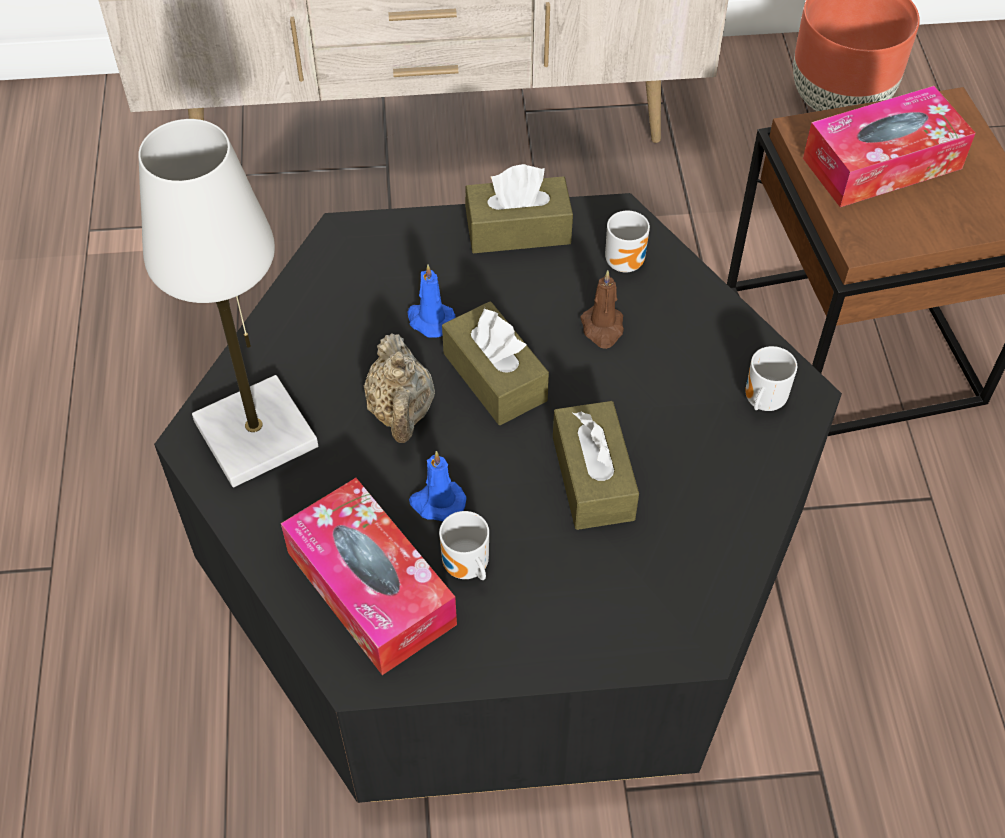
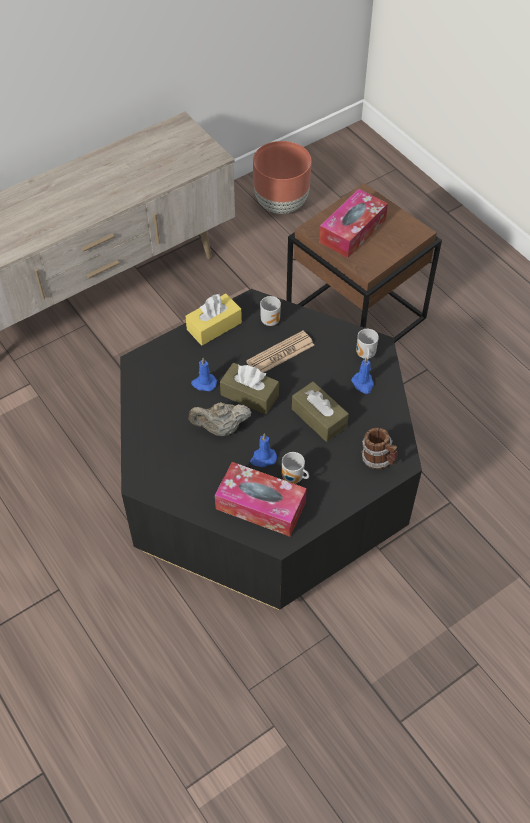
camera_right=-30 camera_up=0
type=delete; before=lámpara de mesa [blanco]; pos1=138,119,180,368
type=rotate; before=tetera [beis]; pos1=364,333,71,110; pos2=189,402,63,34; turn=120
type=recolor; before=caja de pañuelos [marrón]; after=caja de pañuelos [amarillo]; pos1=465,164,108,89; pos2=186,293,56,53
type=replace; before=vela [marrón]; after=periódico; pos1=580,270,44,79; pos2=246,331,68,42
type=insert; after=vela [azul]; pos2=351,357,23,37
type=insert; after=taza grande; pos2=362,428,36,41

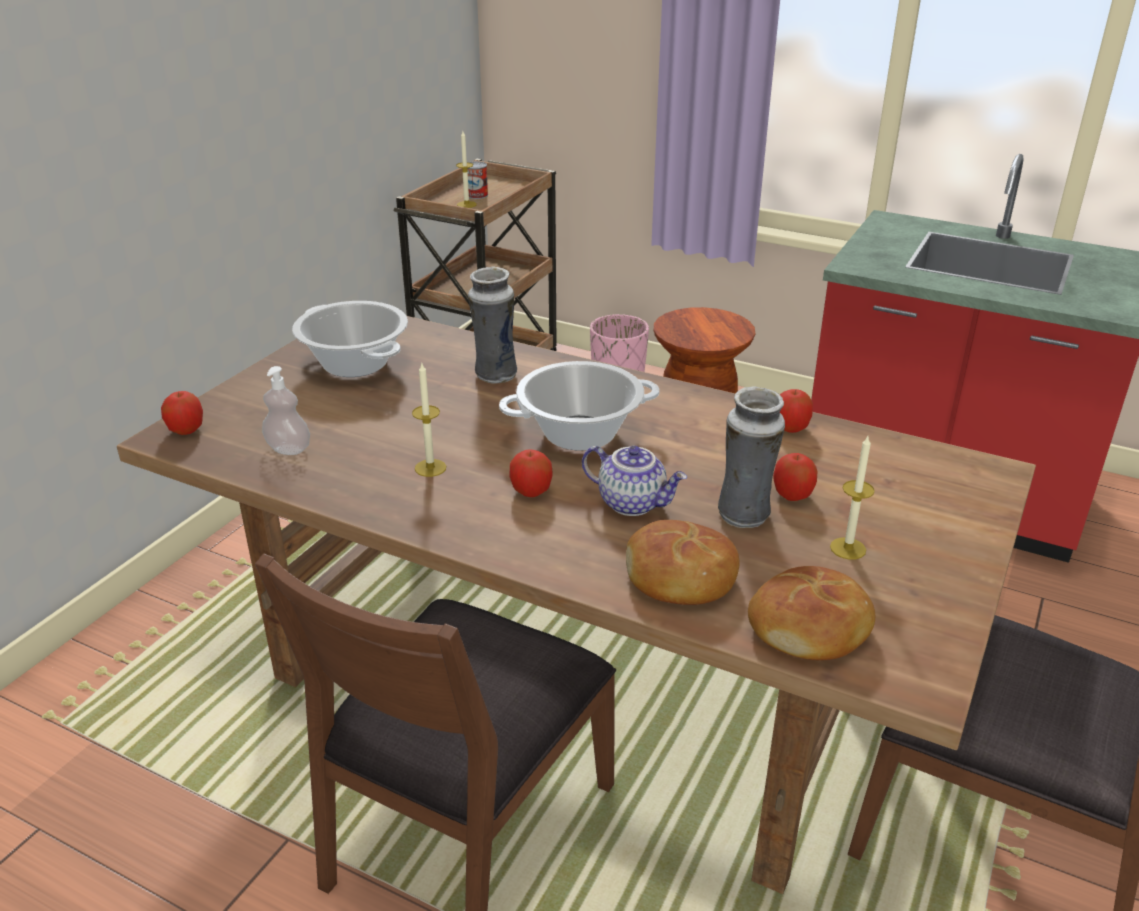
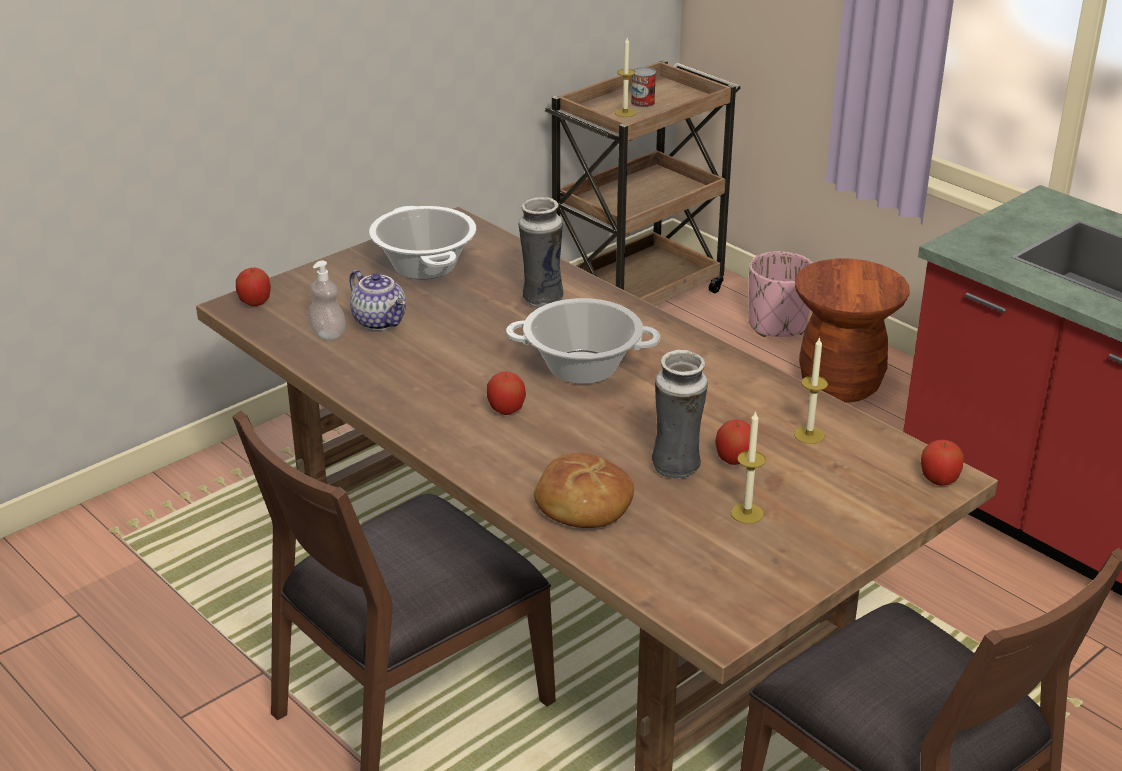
camera_right=20 camera_up=0
type=move; before=vela; pos1=412,364,34,113; pos2=794,337,34,107
type=move; before=tetera; pos1=582,446,105,70; pos2=350,270,56,61
type=delete; before=pan; pos1=748,566,127,94
type=move; before=manzana; pos1=780,389,33,44; pos2=921,440,43,46

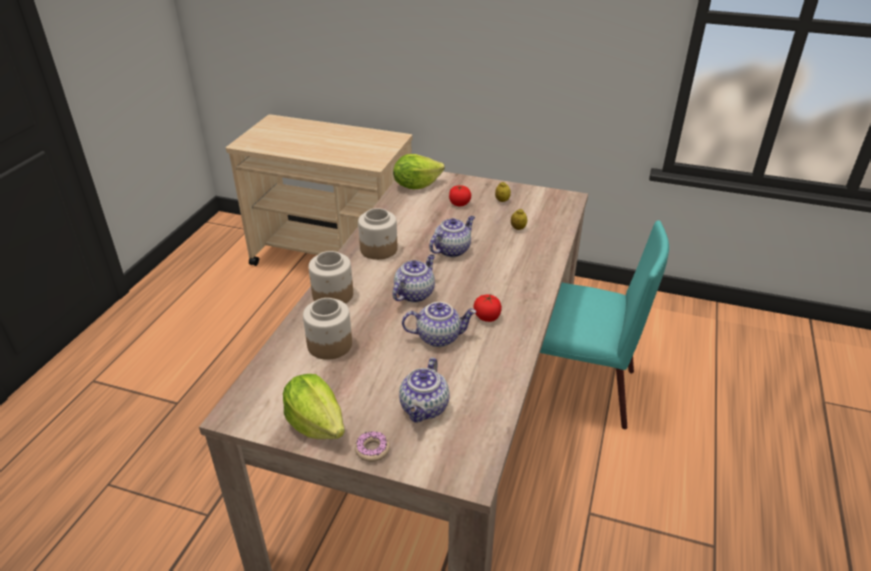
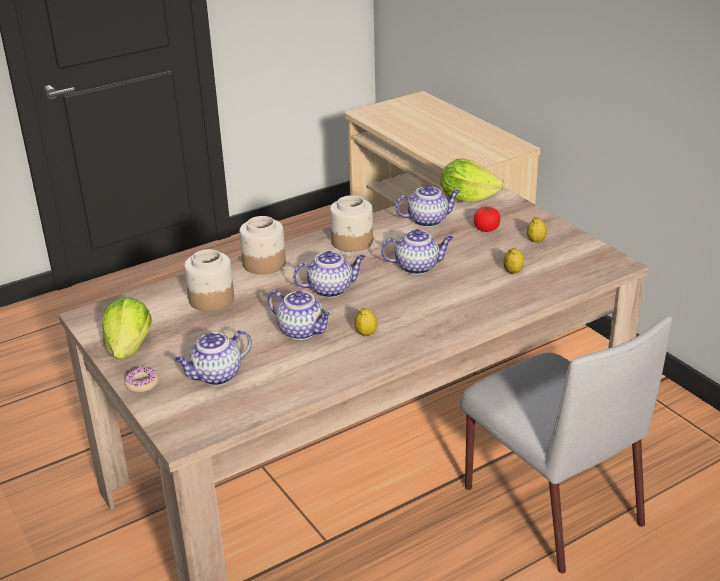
camera_right=40 camera_up=-5
type=replace; before=tomate; after=limón; pos1=474,294,28,28; pos2=355,308,22,28
type=recolor; before=silla [turquesa]; after=silla [gris]; pos1=540,220,129,209; pos2=460,316,212,258
type=insert; after=tetera; pos2=396,185,64,42

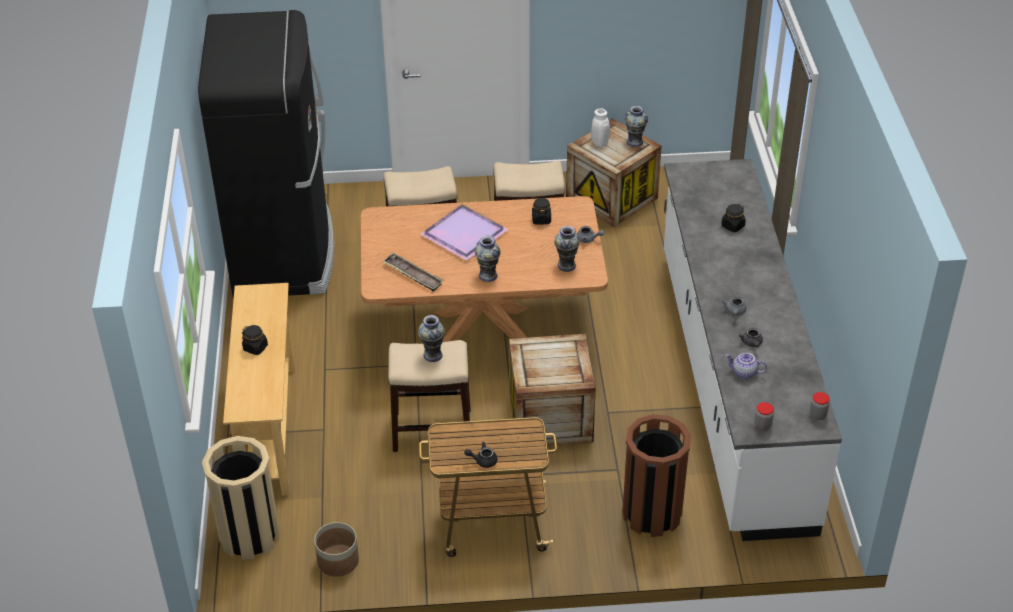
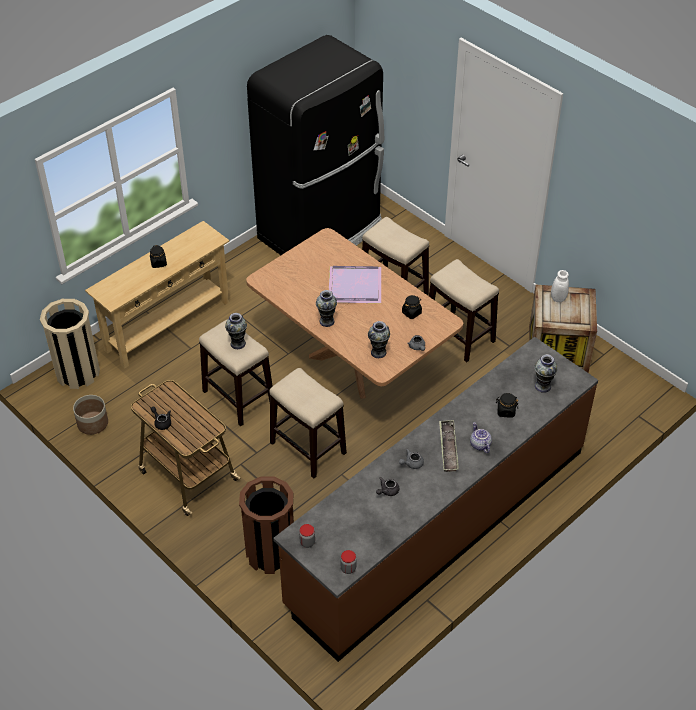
camera_right=50 camera_up=5
type=move; before=bandeja; pos1=382,253,62,39; pos2=439,420,20,52
type=replace; before=caja de embalaje; after=taburete; pos1=509,334,87,112; pos2=269,368,78,111
type=move; before=florero; pos1=625,106,23,41; pos2=534,354,23,39
type=recolor; before=mueble bajo de cocina [blanco]; after=mueble bajo de cocina [marrón]; pos1=664,159,178,382; pos2=273,337,325,325
type=move; before=tetera; pos1=725,353,42,26; pos2=470,422,22,31

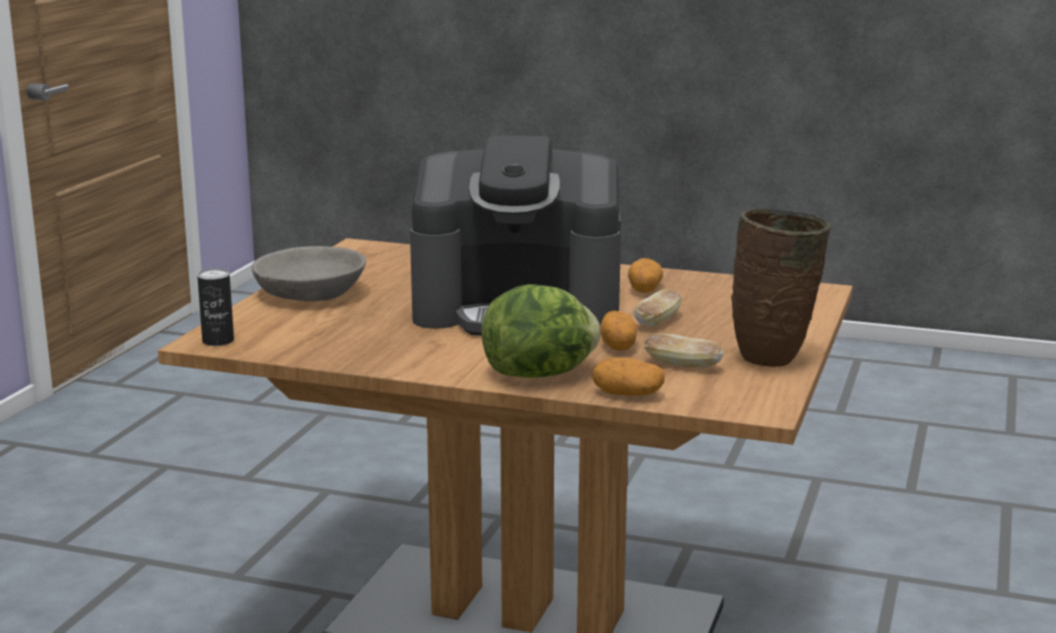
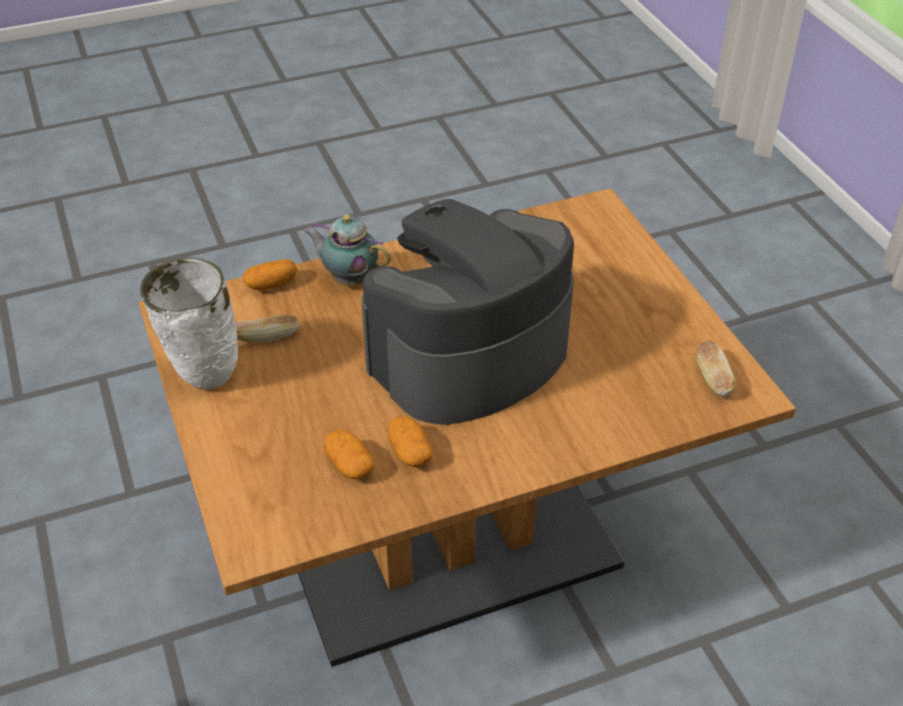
camera_right=140 camera_up=25
type=delete; before=lata; pos1=197,268,37,78
type=delete; before=cuenco [gris]; pos1=251,246,115,55
type=replace; before=lechuga; after=tetera; pos1=481,284,120,94; pos2=304,215,87,71
type=move; before=patata; pos1=600,311,37,40; pos2=324,430,51,50
type=move; before=pan; pos1=634,289,48,38; pos2=696,341,40,55
type=recolor; before=florero [marrón]; after=florero [blanco]; pos1=731,208,100,159; pos2=140,257,98,133

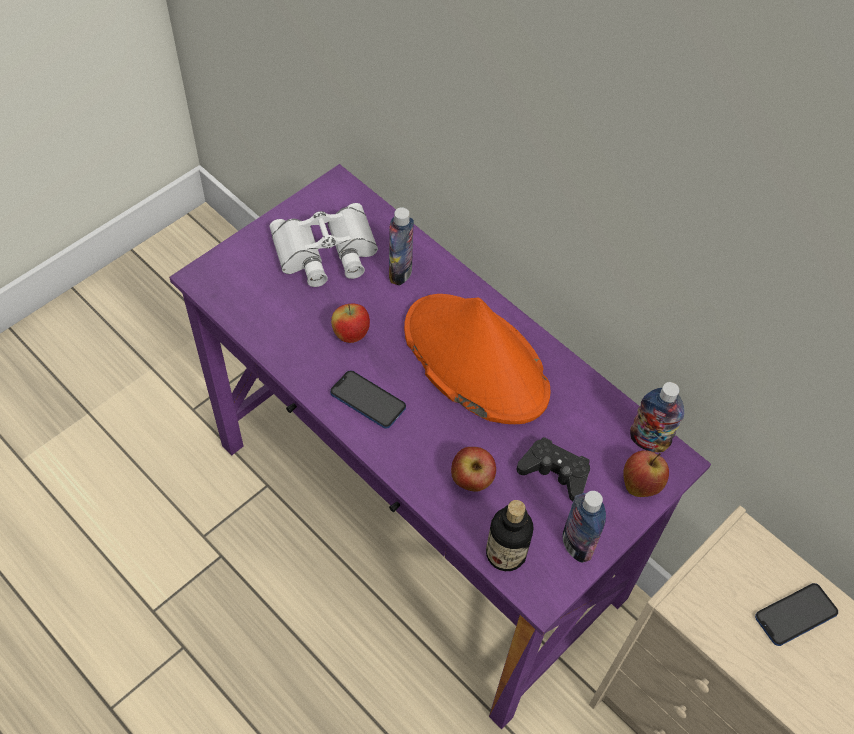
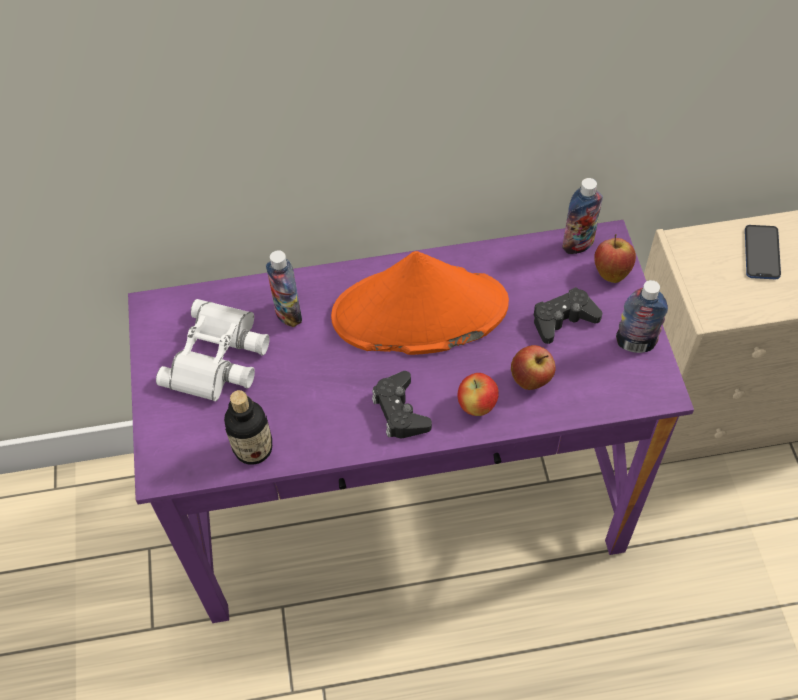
camera_right=-50 camera_up=0
type=replace; before=móvil; after=mando de consola [negro]; pos1=330,370,76,59; pos2=372,371,60,67
type=move; before=manzana; pos1=331,304,39,39; pos2=458,373,41,43
type=move; before=botella; pos1=486,500,47,71; pos2=224,390,48,75

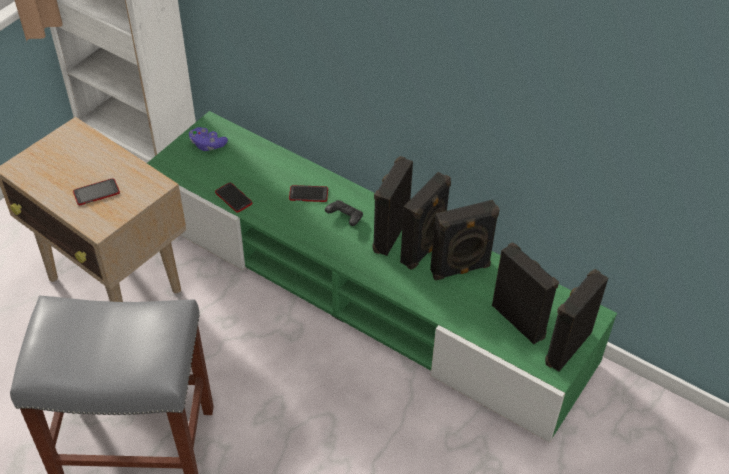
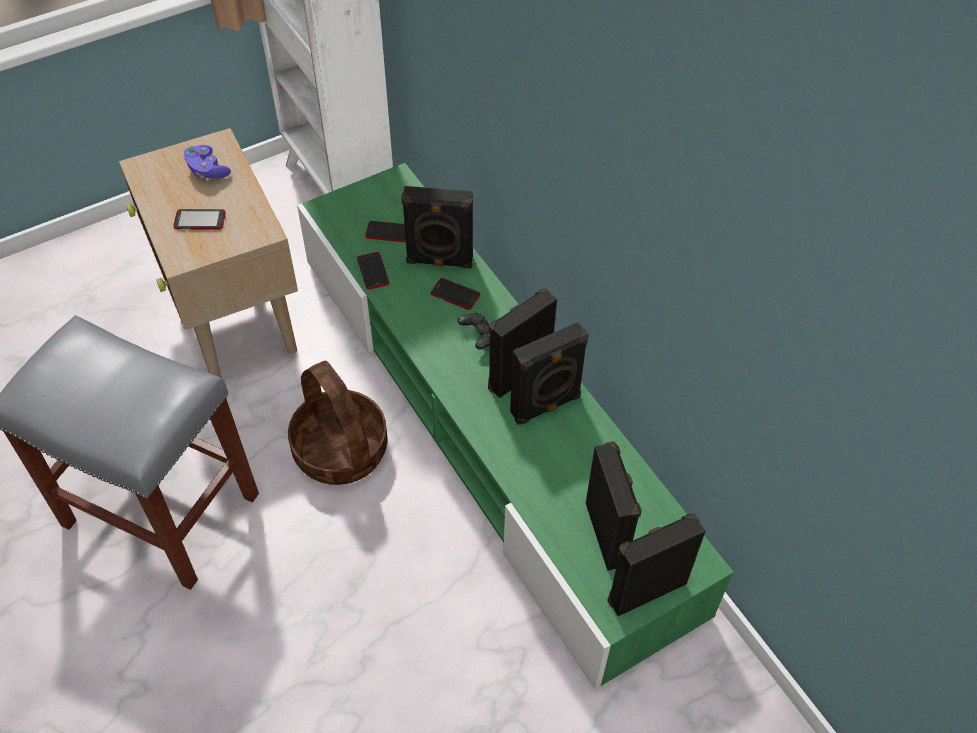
camera_right=25 camera_up=5
type=move; before=mando de consola [morado]; pos1=189,127,39,24; pos2=183,145,48,33
type=move; before=altavoz [negro]; pos1=430,200,70,80; pos2=401,186,72,82
type=insert; after=cesta; pos2=288,361,100,124
type=insert; after=móvil; pos2=365,221,41,21

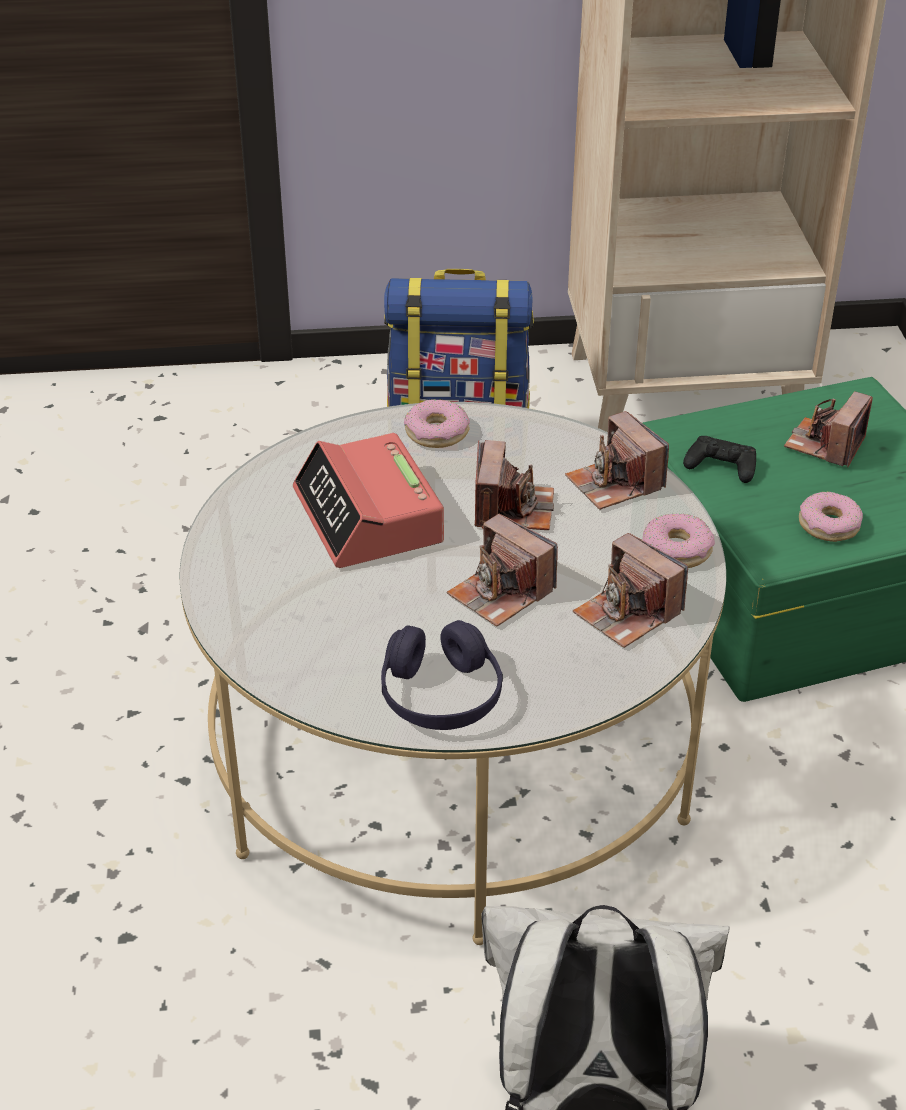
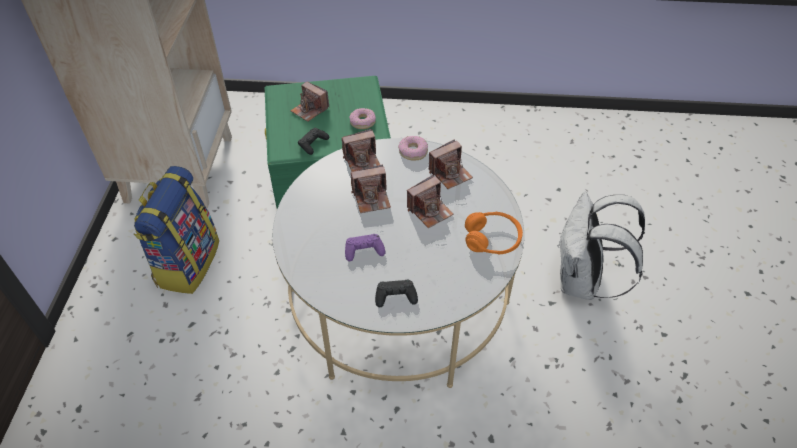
camera_right=-80 camera_up=10
type=replace; before=despertador; after=mando de consola [morado]; pos1=293,433,151,135; pos2=345,234,40,27
type=recolor; before=auriculares [morado]; after=auriculares [naranja]; pos1=381,620,122,110; pos2=465,211,58,44
type=delete; before=rosquilla; pos1=404,399,66,49
type=rotate; before=cámara; pos1=475,440,79,90; pos2=351,165,40,48; turn=150
type=insert; after=mando de consola [negro]; pos2=375,280,43,27

